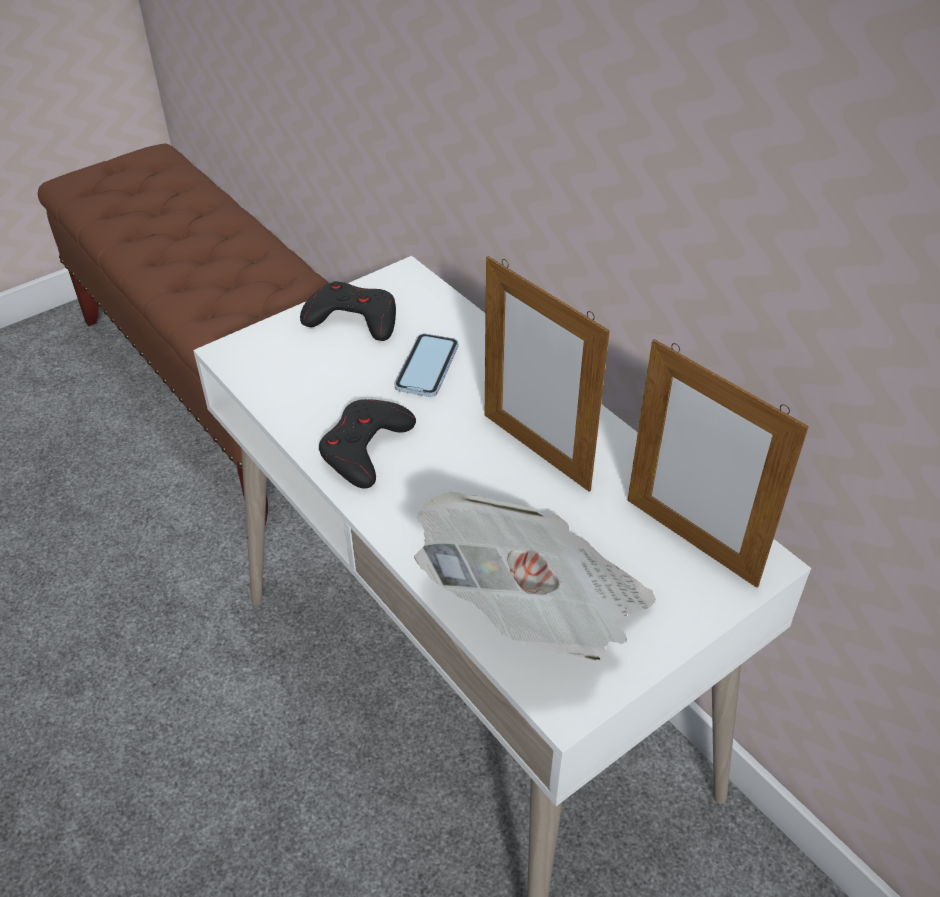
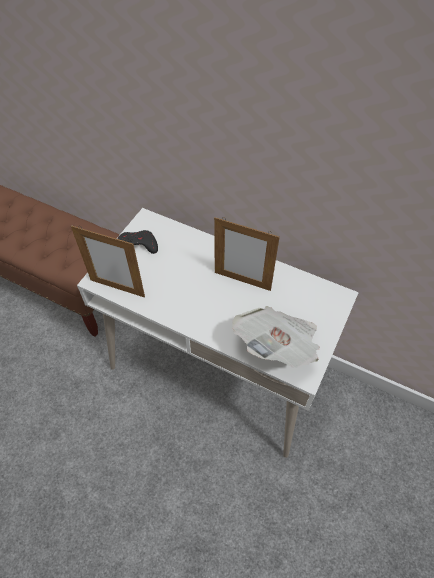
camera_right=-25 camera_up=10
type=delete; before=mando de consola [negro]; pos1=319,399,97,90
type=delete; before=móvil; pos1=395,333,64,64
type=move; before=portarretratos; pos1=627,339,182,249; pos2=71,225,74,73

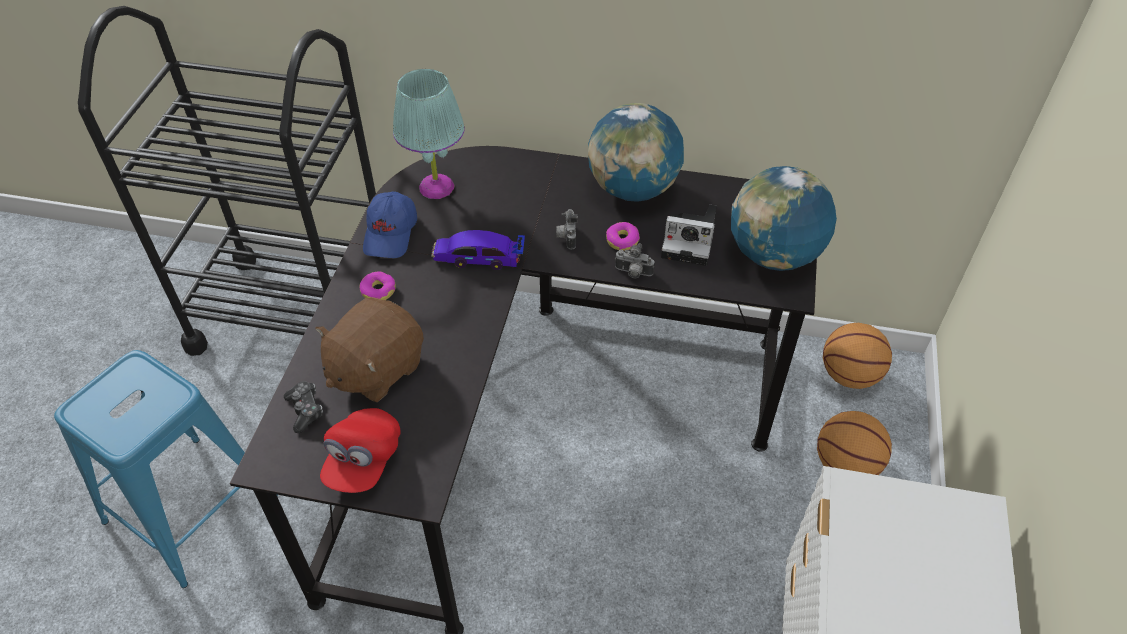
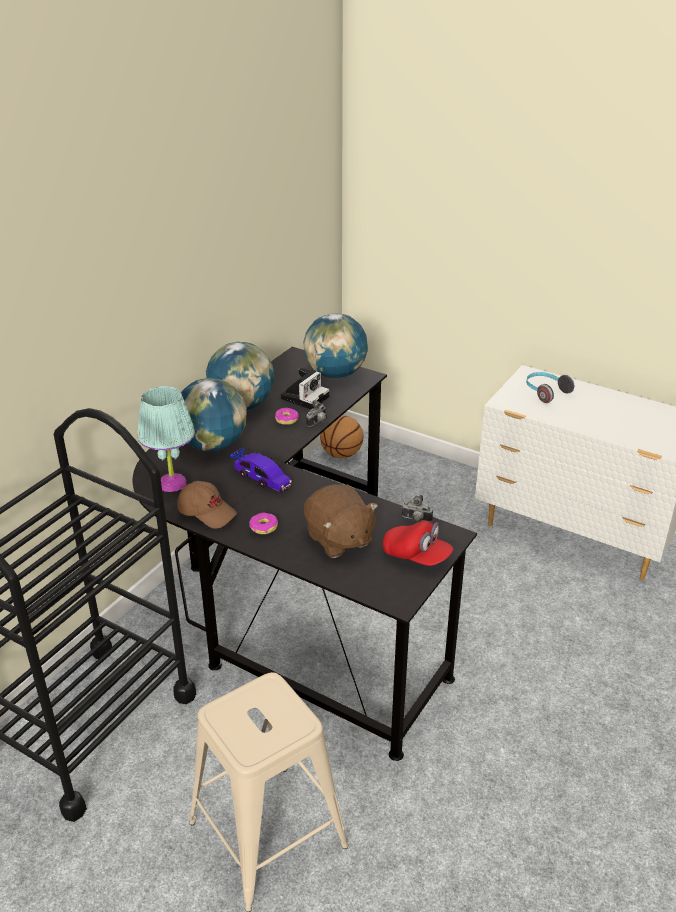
camera_right=-70 camera_up=-15
type=recolor; before=taburete [azul]; after=taburete [beis]; pos1=54,350,224,238; pos2=189,672,159,240
type=delete; before=mando de consola; pos1=284,381,39,52
type=recolor; before=gorra [azul]; after=gorra [marrón]; pos1=363,191,54,67; pos2=178,481,59,48
type=rotate; before=coche de juguete; pos1=431,230,94,40; pos2=230,448,62,43; turn=-75
type=move; before=cámara; pos1=556,209,22,41; pos2=401,495,32,28
type=delete; before=balón de baloncesto; pos1=817,411,75,64
type=insert; after=globo terráqueo; pos2=181,378,66,73
type=insert; after=auriculares; pos2=526,372,48,31

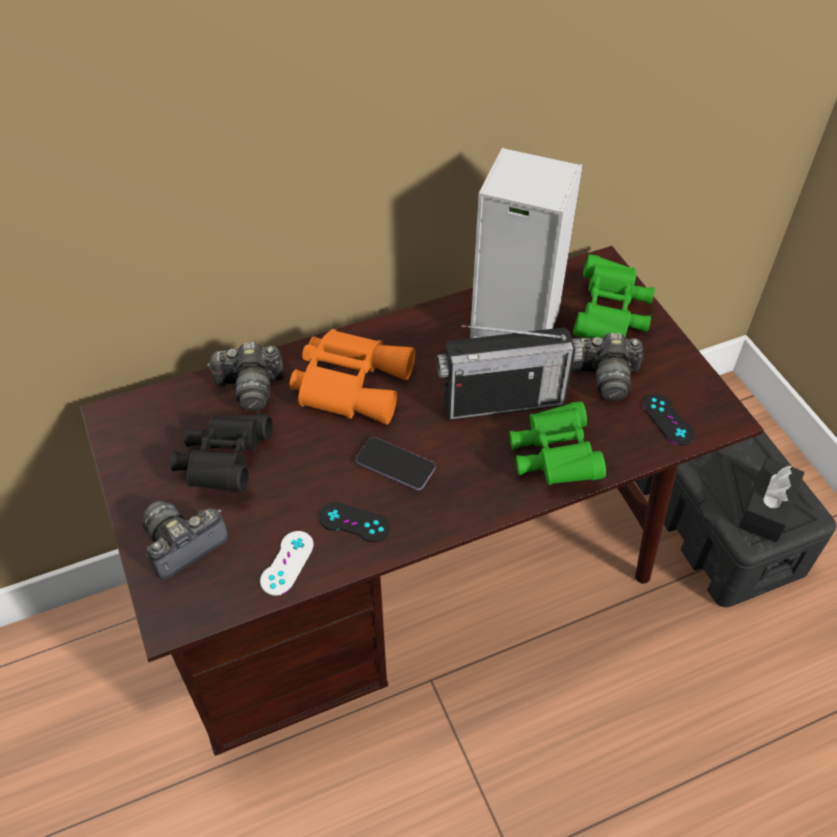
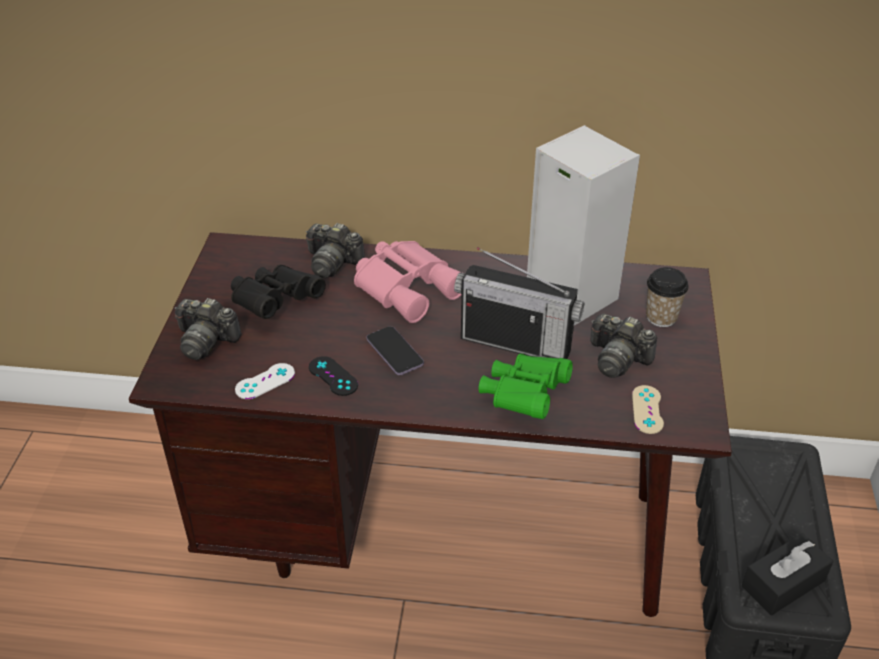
camera_right=30 camera_up=-10
type=rotate; before=cámara; pos1=142,501,86,79; pos2=175,298,67,62; turn=-150
type=recolor; before=prismáticos [naranja]; after=prismáticos [rosa]; pos1=290,329,126,96; pos2=354,241,108,82
type=replace; before=prismáticos [verde]; after=taza; pos1=573,254,82,84; pos2=646,267,43,60
type=recolor; before=mando de consola [negro]; after=mando de consola [beis]; pos1=643,394,52,51; pos2=632,385,32,49

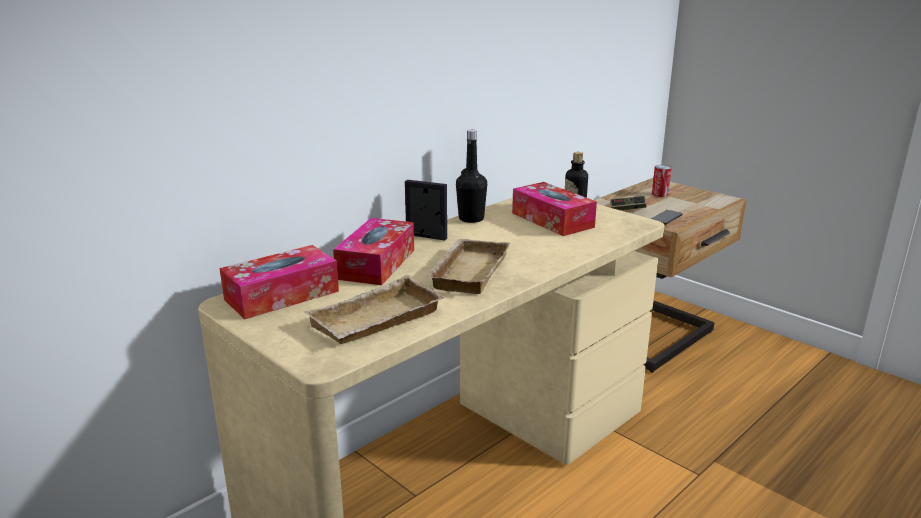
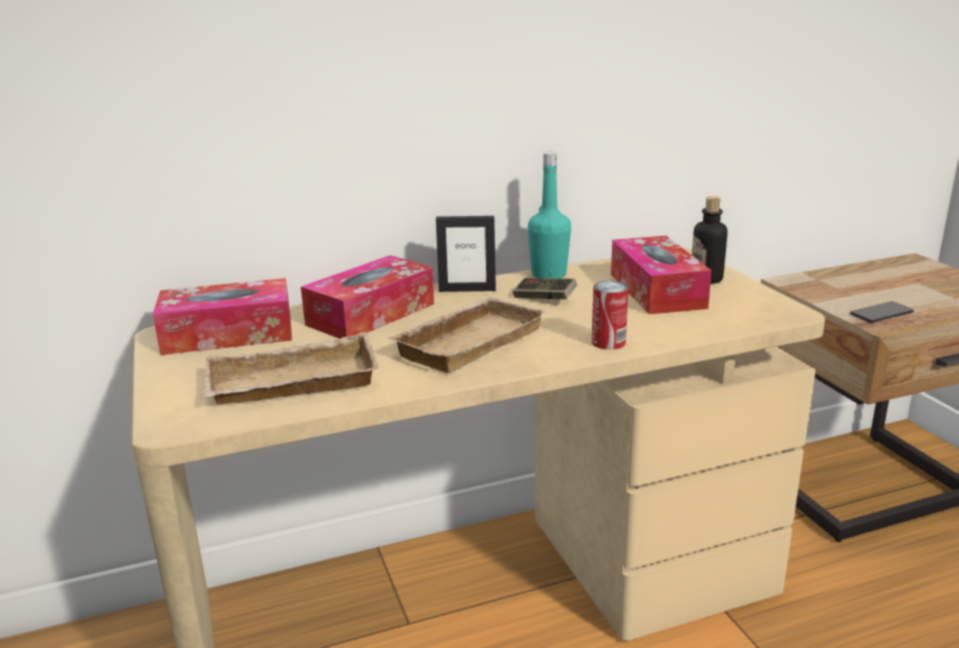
camera_right=25 camera_up=0
type=rotate; before=portarretratos; pos1=405,180,42,60; pos2=436,216,60,76; turn=135
type=recolor; before=botella [negro]; after=botella [turquesa]; pos1=456,130,31,93; pos2=528,152,43,126
type=move; before=mando de consola; pos1=610,196,37,14; pos2=513,278,64,21
type=move; before=lata; pos1=652,165,20,32; pos2=592,281,37,69

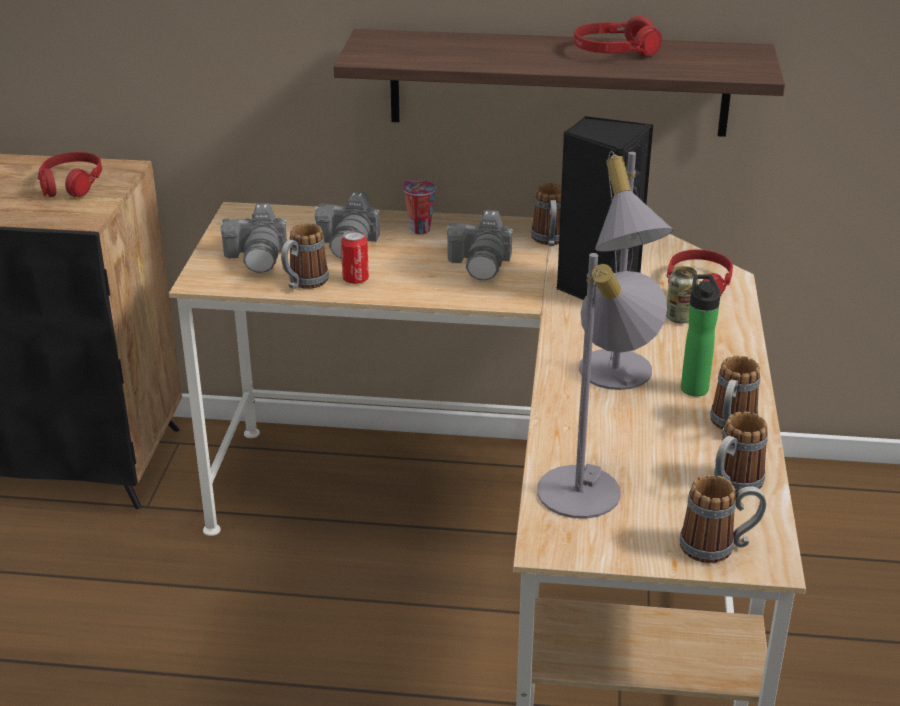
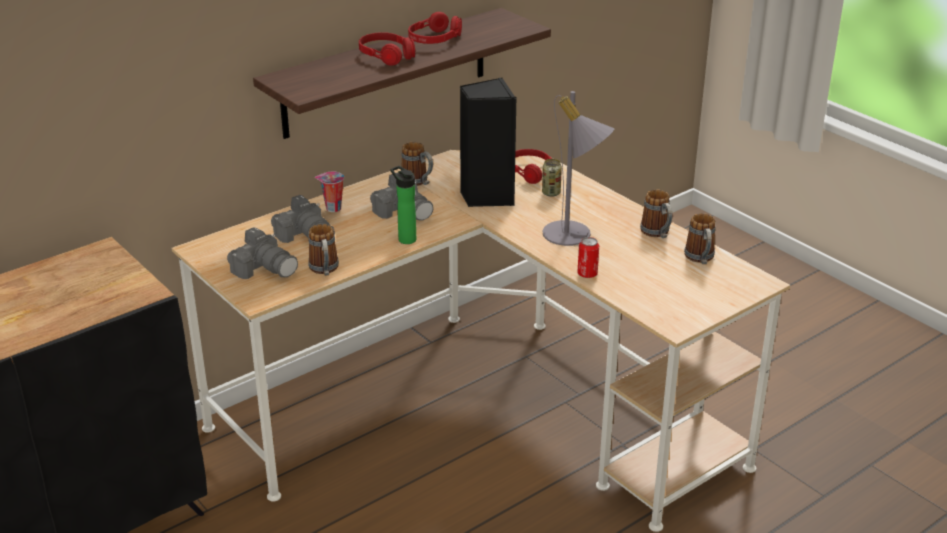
camera_right=-45 camera_up=0
type=move; before=auriculares [rojo]; pos1=38,152,64,45; pos2=359,32,56,33
type=move; before=lata; pos1=341,230,28,54; pos2=577,237,22,41
type=delete; before=lámpara de mesa [gris]; pos1=537,253,130,266
type=delete; before=taza grande; pos1=680,475,86,88
type=move; before=botella; pos1=681,274,40,122; pos2=391,166,25,78

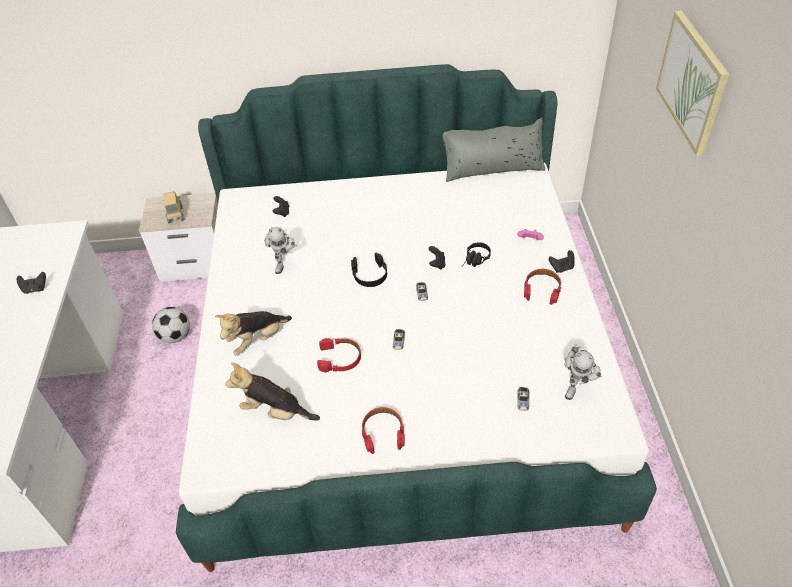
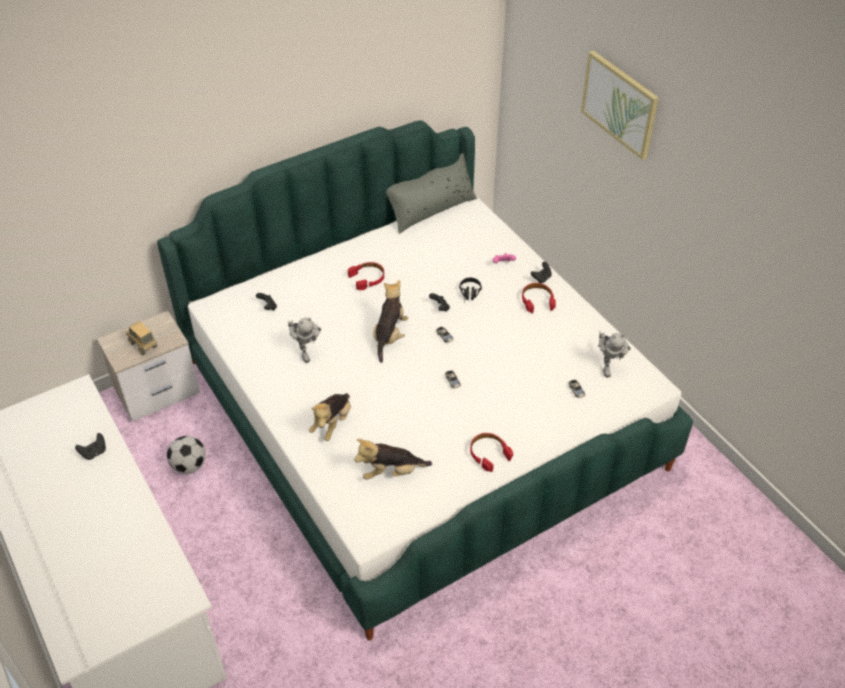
camera_right=-30 camera_up=0
type=move; before=auriculares [rojo]; pos1=317,338,44,34; pos2=348,262,36,28
type=replace; before=auriculares [negro]; after=peluche; pos1=351,252,36,35; pos2=373,280,35,83

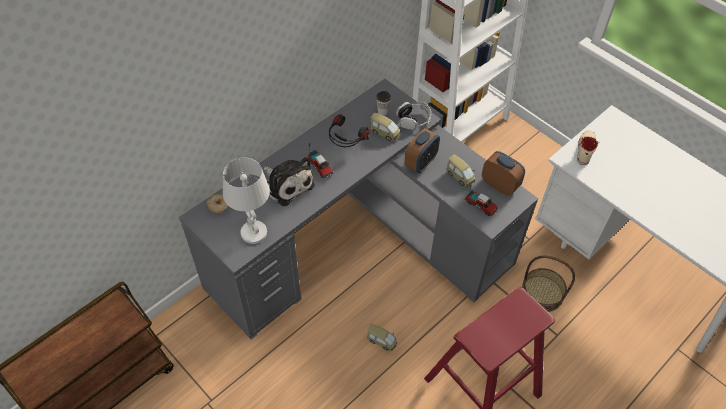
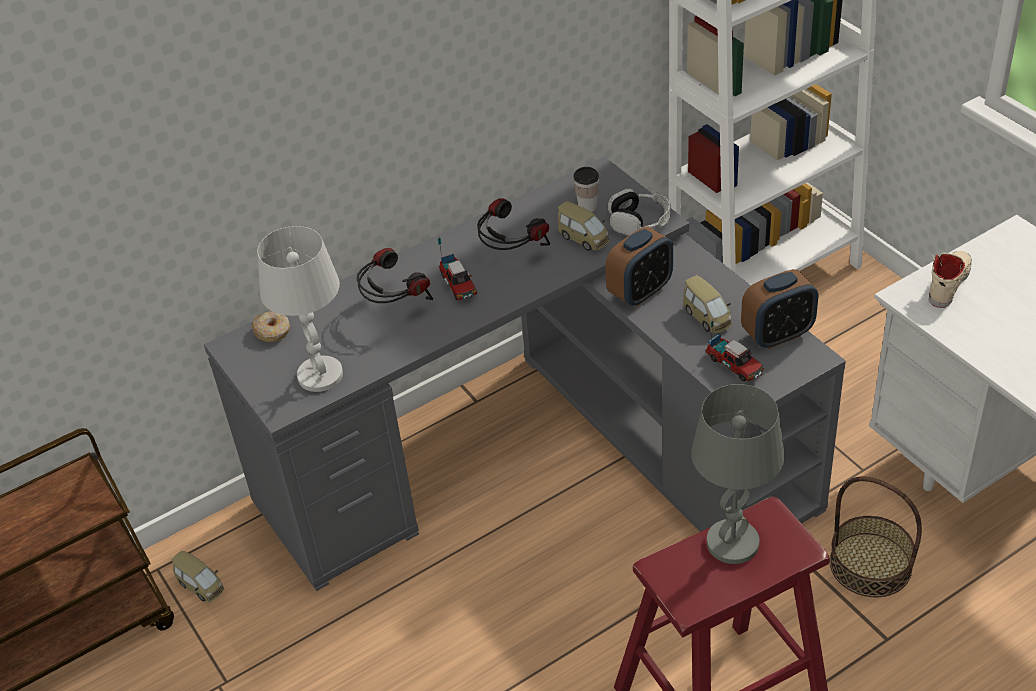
camera_right=15 camera_up=-10
type=replace; before=peluche; after=auriculares; pos1=263,157,52,49; pos2=356,248,77,55
type=move; before=coche de juguete; pos1=367,324,30,27; pos2=172,551,52,51
type=rotate; before=despertador; pos1=482,151,43,45; pos2=741,269,77,80; turn=105
type=insert; after=lámpara de mesa [gris]; pos2=691,384,93,180

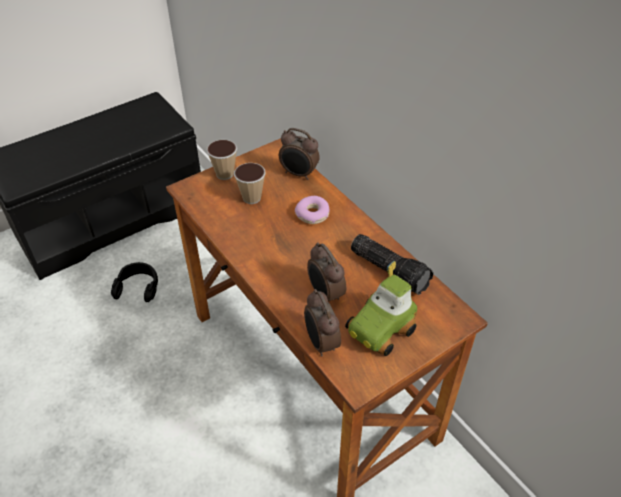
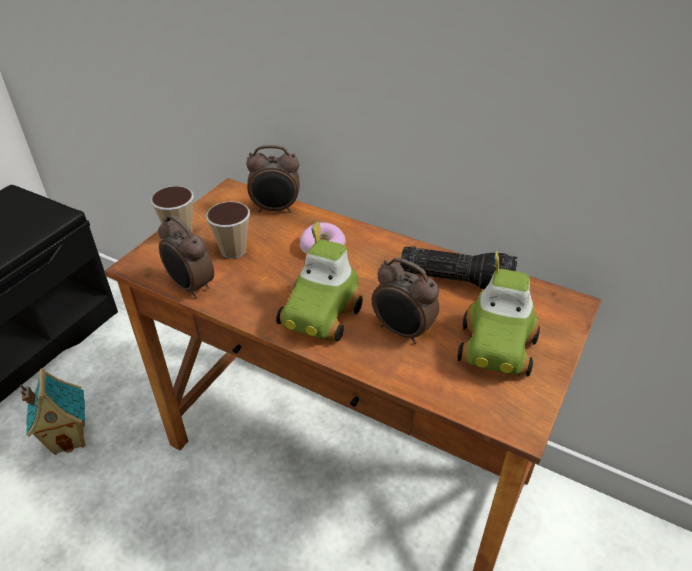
camera_right=-25 camera_up=-5
type=replace; before=auriculares [negro]; after=casita; pos1=111,262,47,40; pos2=20,368,66,87
type=move; before=despertador; pos1=304,289,37,68; pos2=158,215,56,83
type=insert; after=coche de juguete; pos2=276,221,87,121

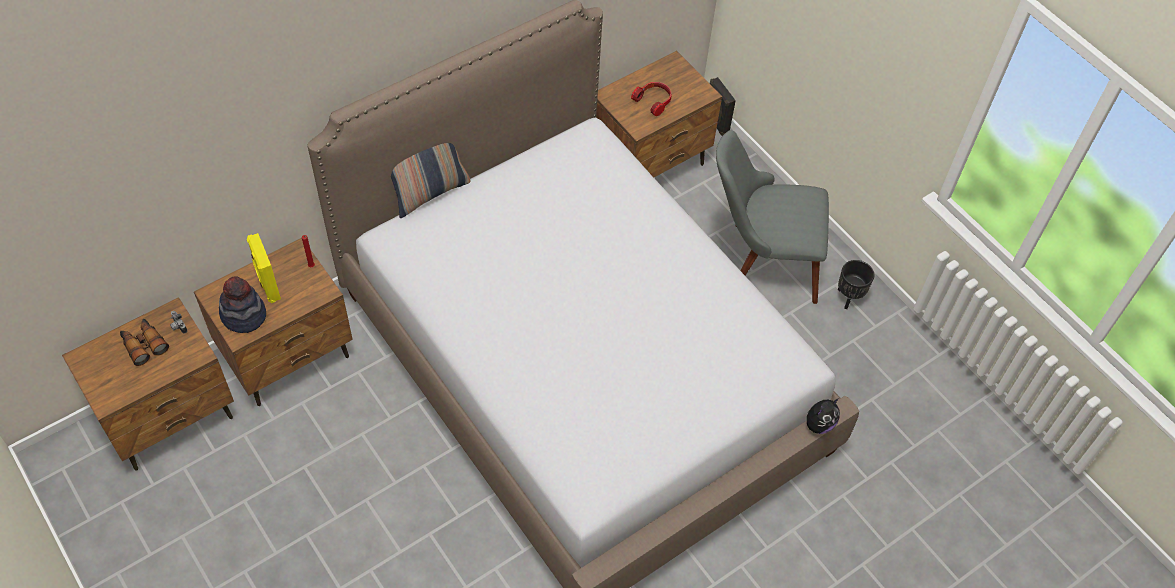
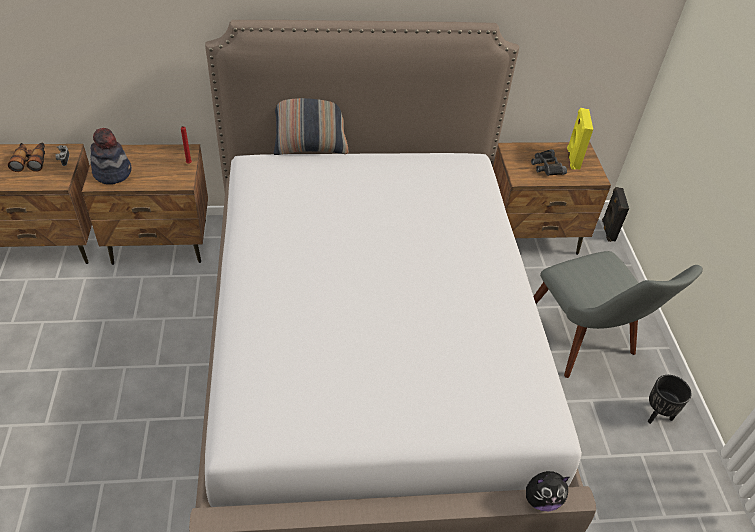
camera_right=30 camera_up=-10
type=move; before=altavoz [amarillo]; pos1=247,233,34,70; pos2=567,108,26,62
type=replace; before=auriculares; after=prismáticos [negro]; pos1=631,82,41,34; pos2=531,149,36,27
type=rotate; before=silla [gris]; pos1=716,130,113,174; pos2=533,251,170,127; turn=-150

